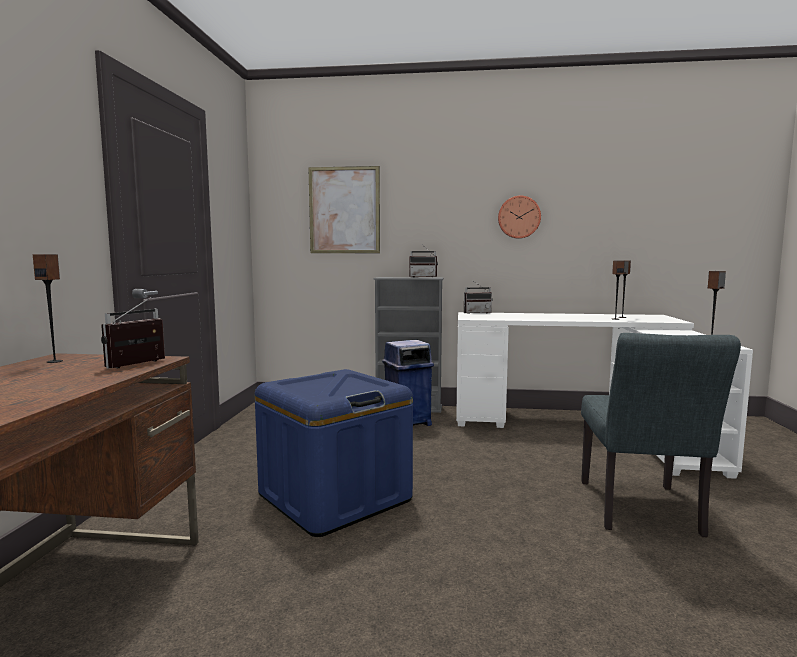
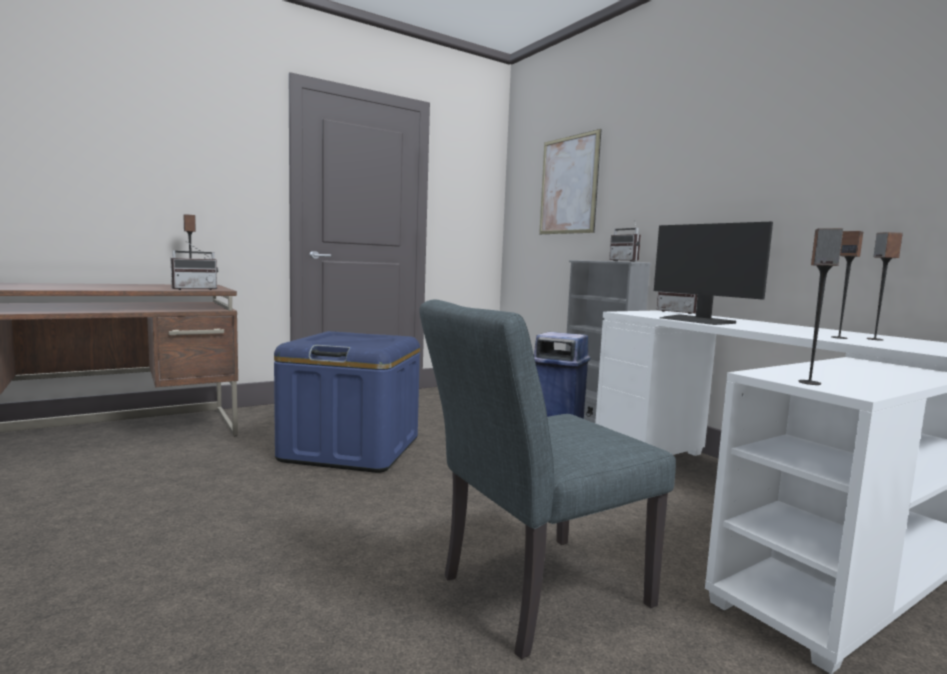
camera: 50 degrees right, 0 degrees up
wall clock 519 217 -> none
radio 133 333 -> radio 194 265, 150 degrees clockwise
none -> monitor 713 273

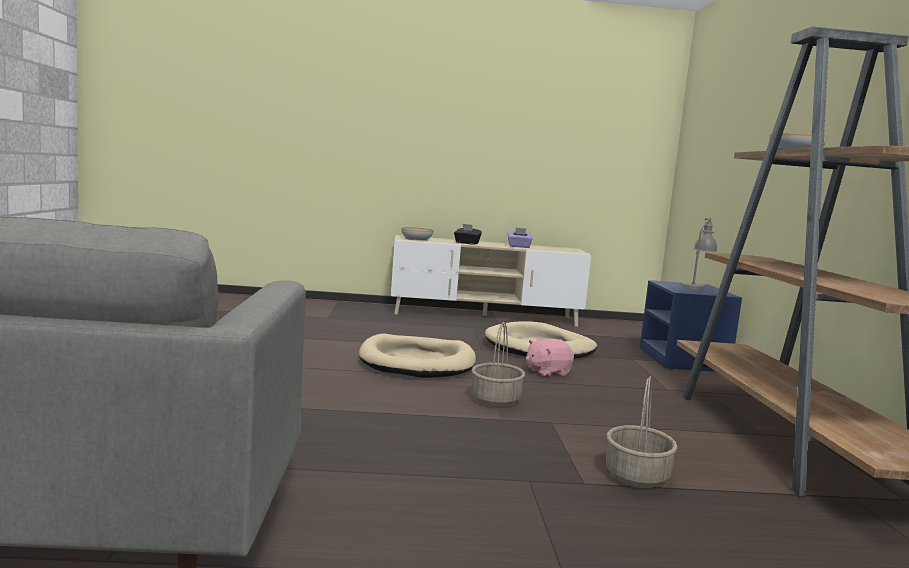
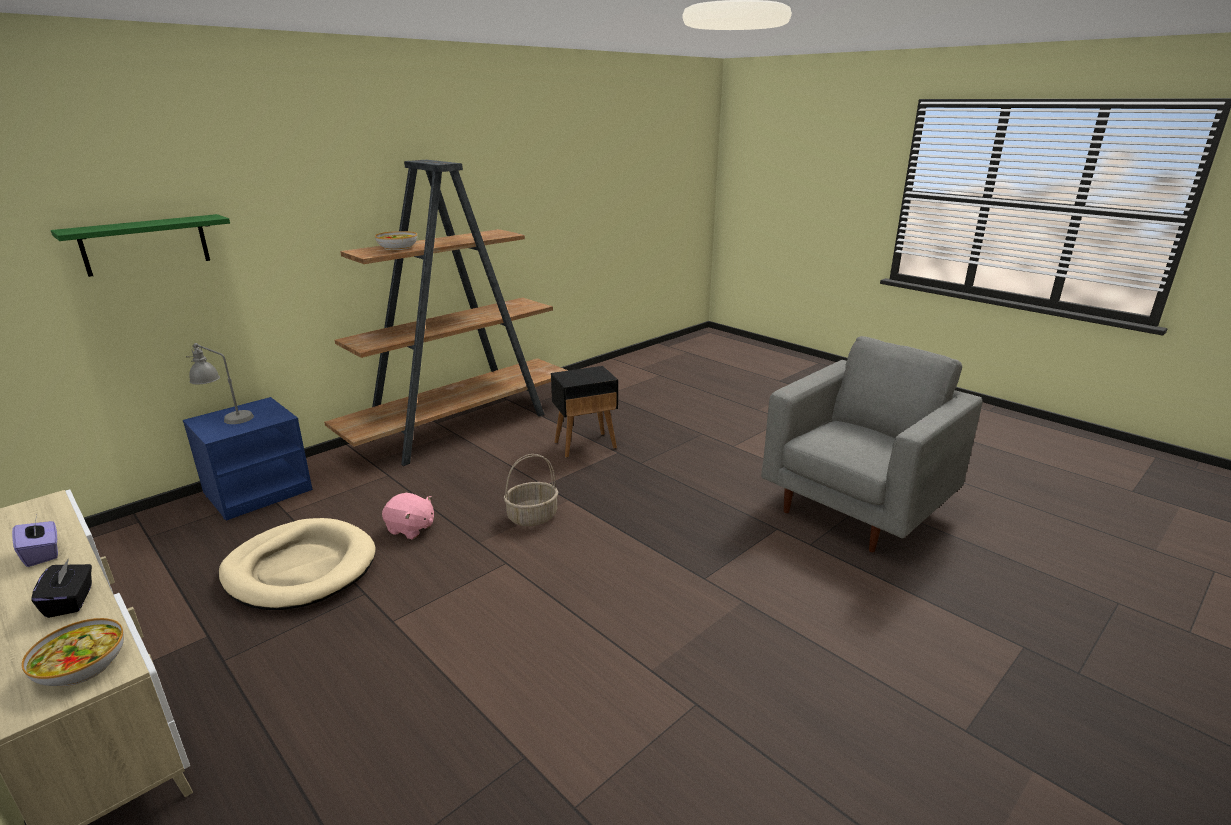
camera: 130 degrees left, 15 degrees up
beige dog bed 417 356 -> none
basket 642 432 -> black side table 584 412
none -> green shelf 140 245

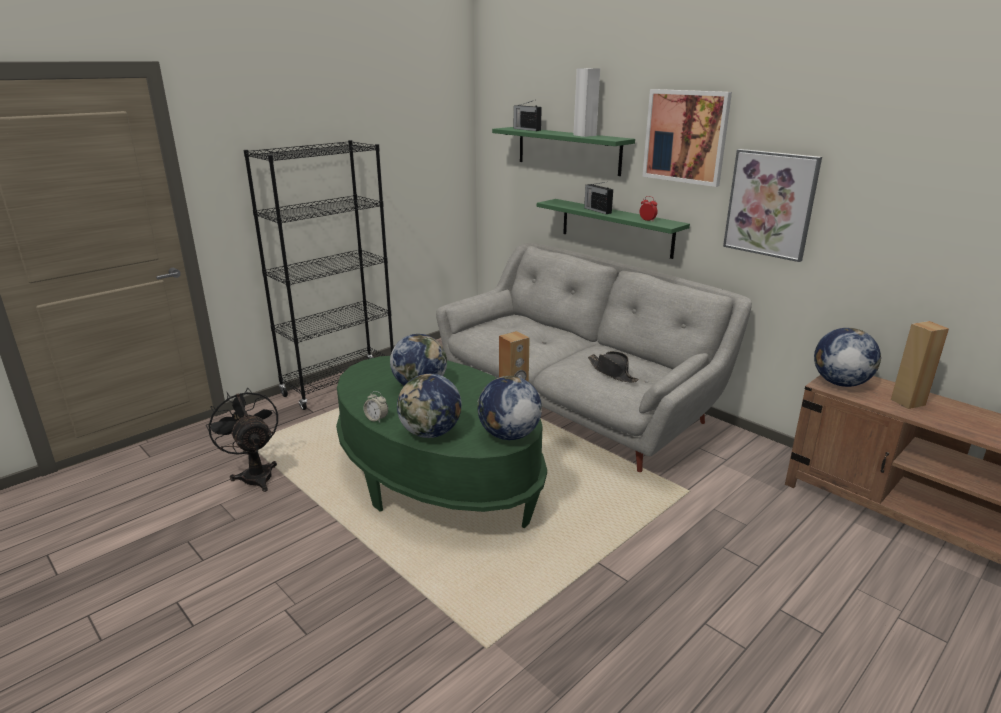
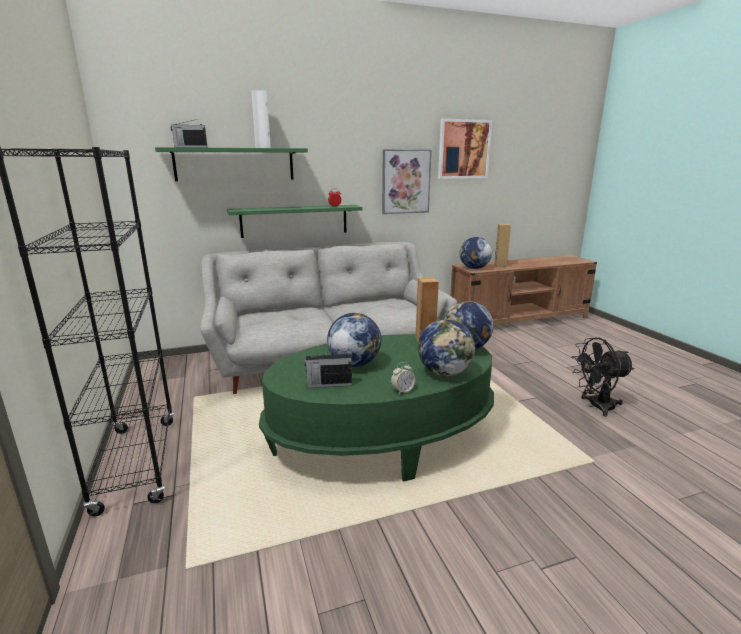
camera: 65 degrees left, 5 degrees down
picture 687 138 -> picture 465 149, moved
radio 598 198 -> radio 328 368, moved
black hat 613 367 -> none
black fan 242 440 -> black fan 603 377, moved

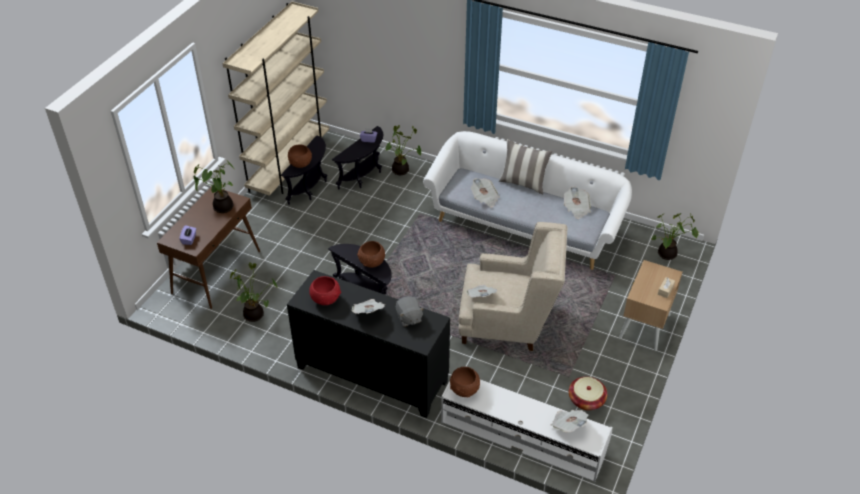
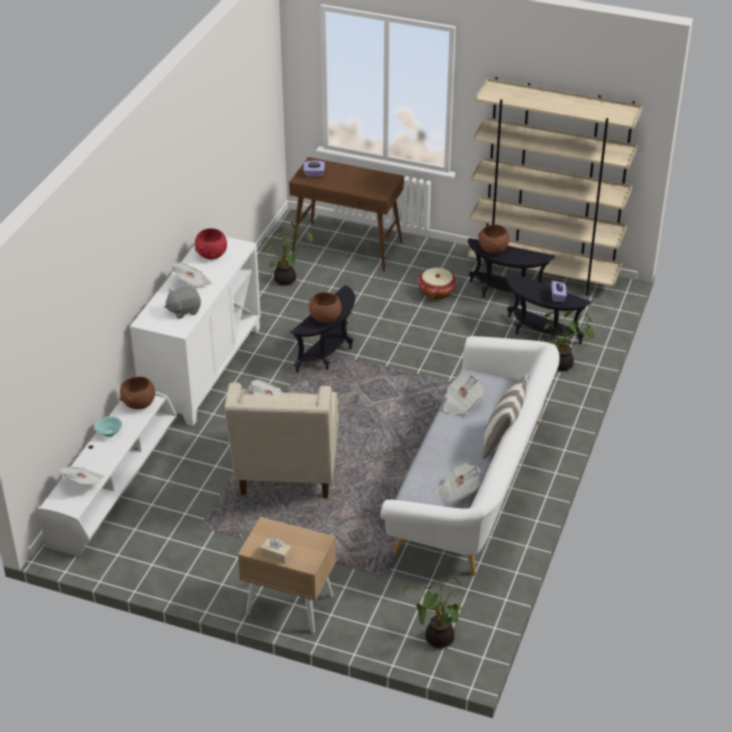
camera: 85 degrees right, 5 degrees down
potted plant 215 187 -> none
black cabinet 368 344 -> white cabinet 195 331
basket 588 394 -> basket 437 283, moved
none -> turquoise bowl 108 426

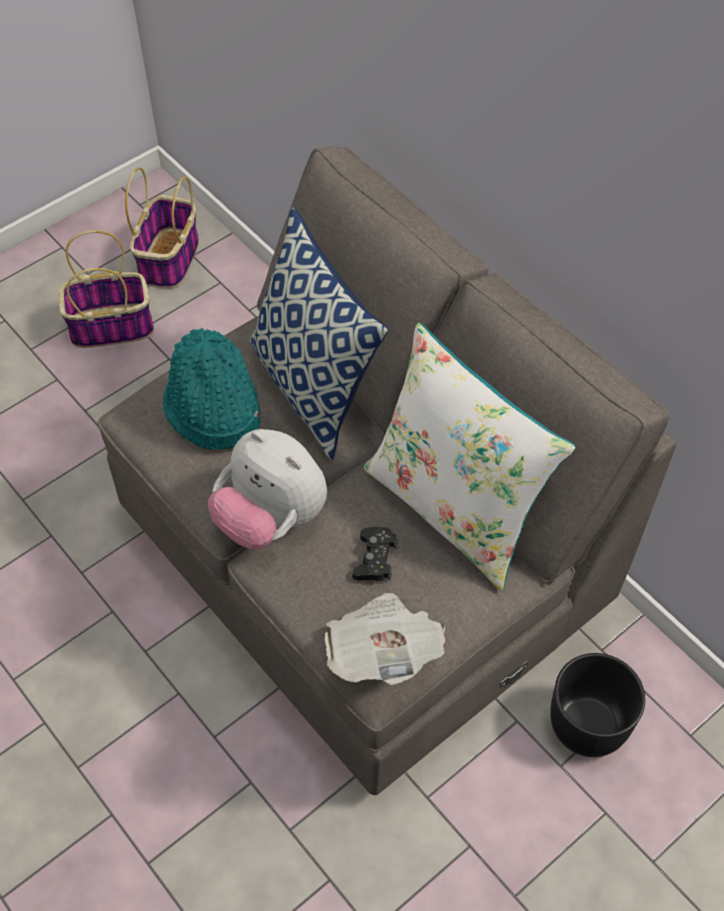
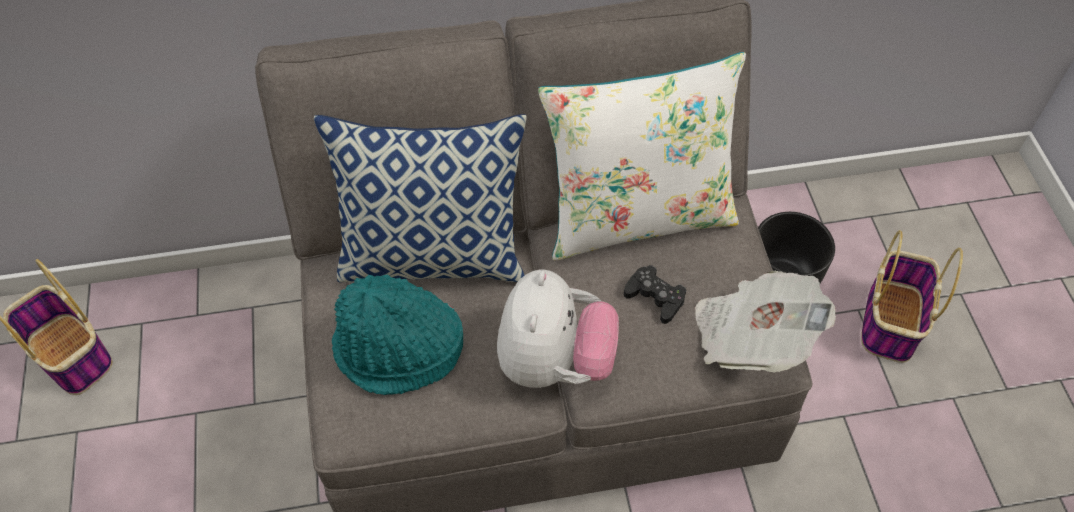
camera: 60 degrees left, 0 degrees up
basket 106 289 -> basket 912 296, moved
plush toy 267 489 -> plush toy 558 329, 60 degrees counterclockwise

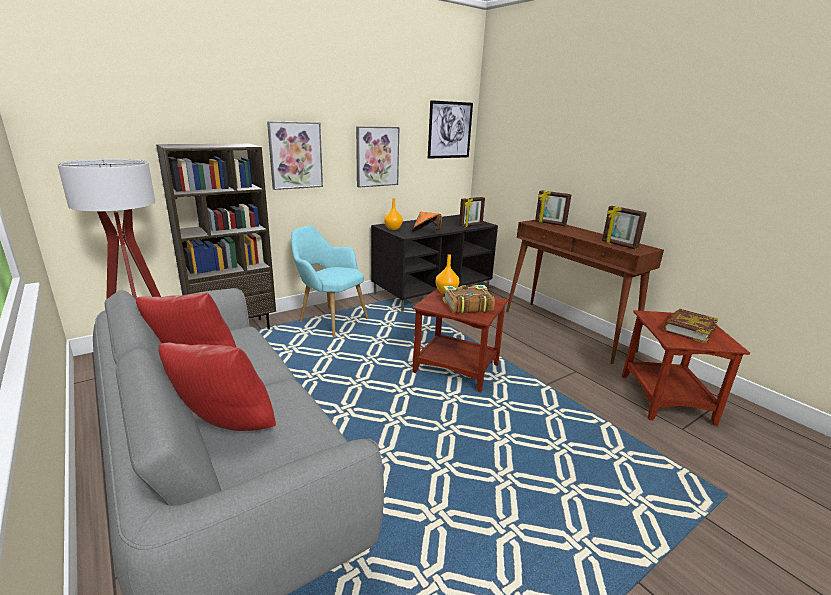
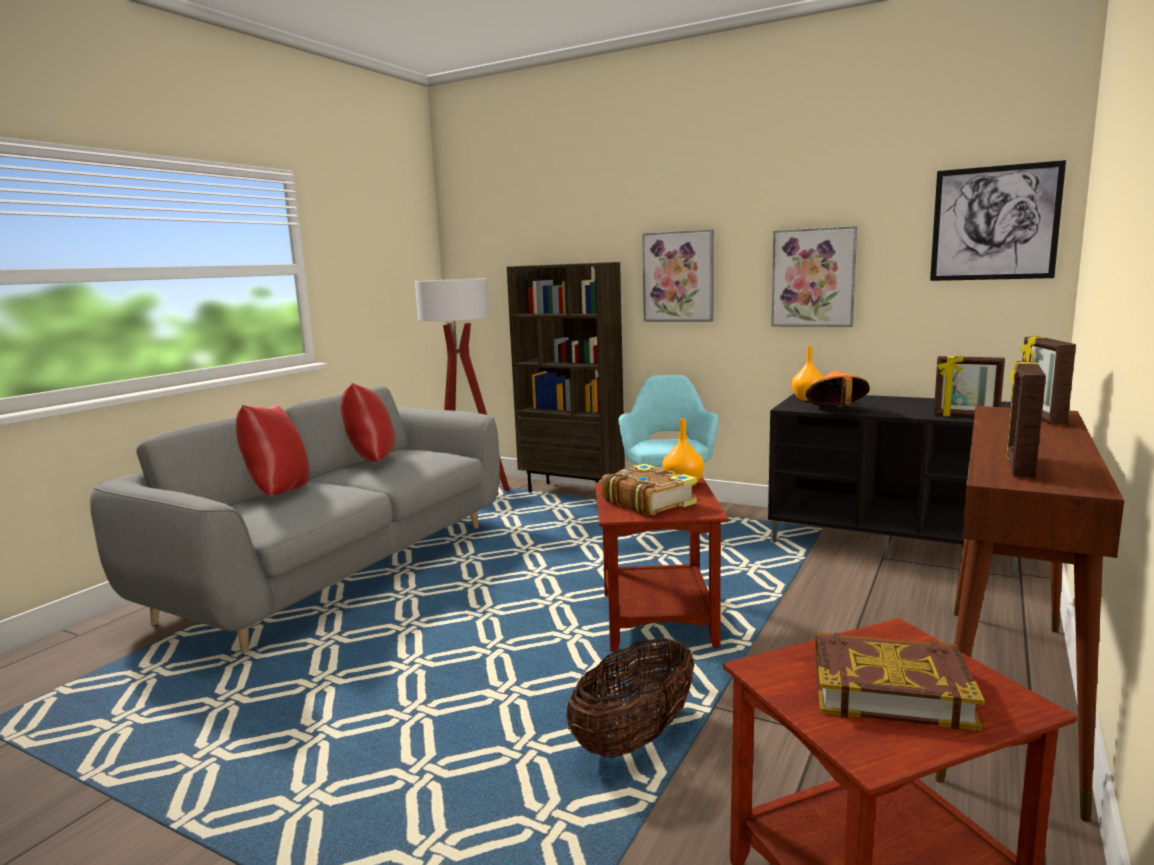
camera: 65 degrees right, 10 degrees down
none -> basket 630 698

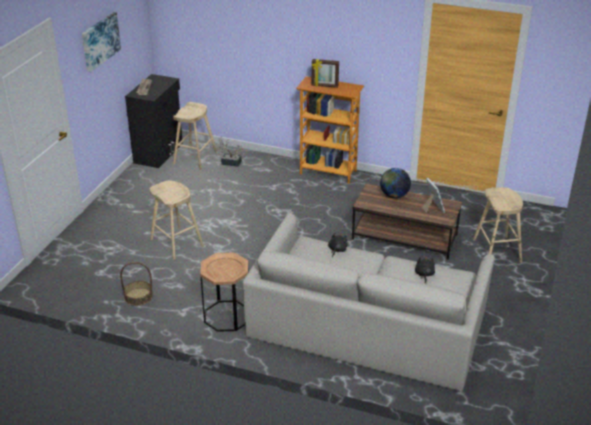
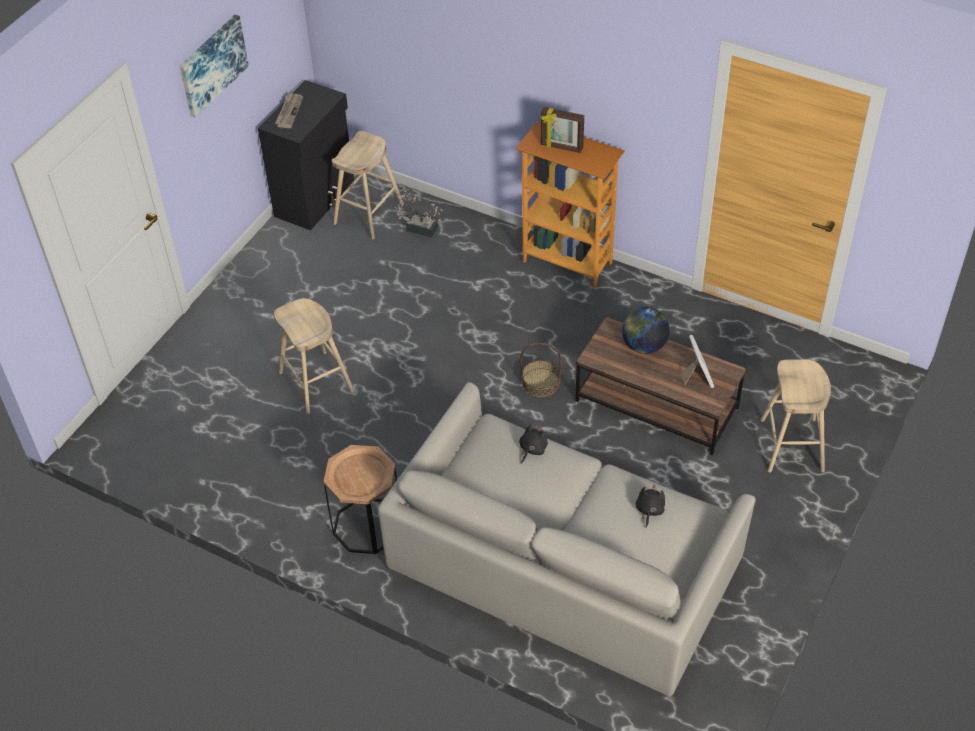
camera: 10 degrees right, 15 degrees up
basket 136 284 -> basket 541 370, moved

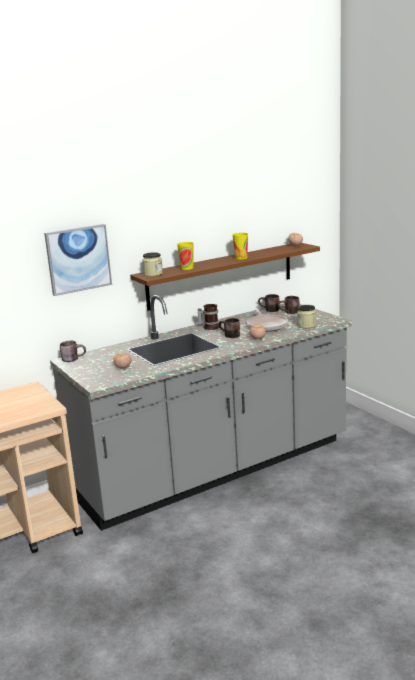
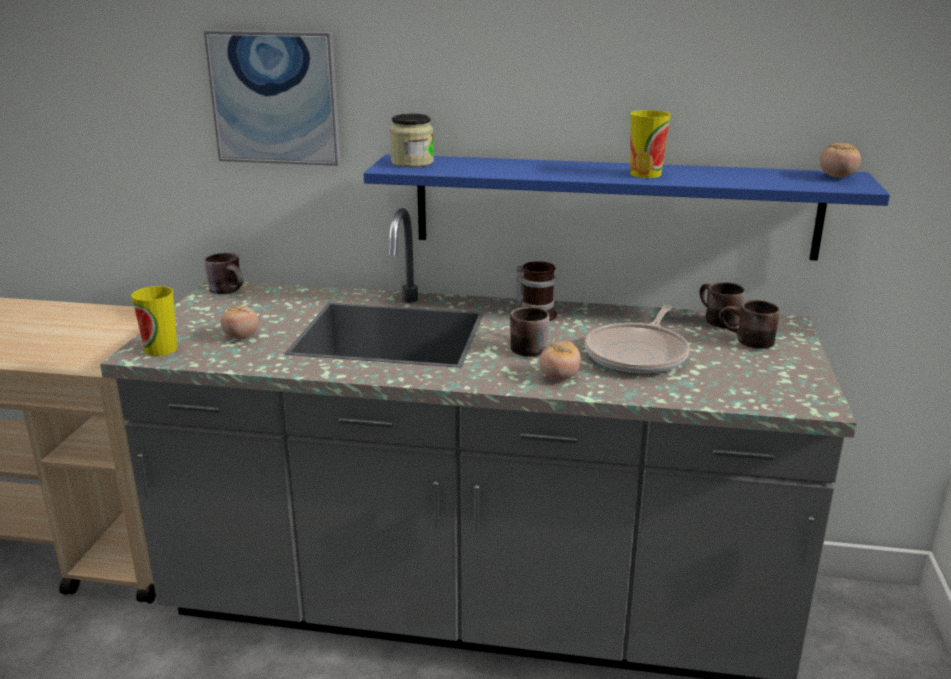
camera: 40 degrees right, 5 degrees up
cup 185 256 -> cup 154 321, moved
brown shelf 225 277 -> blue shelf 627 207
jar 306 316 -> none

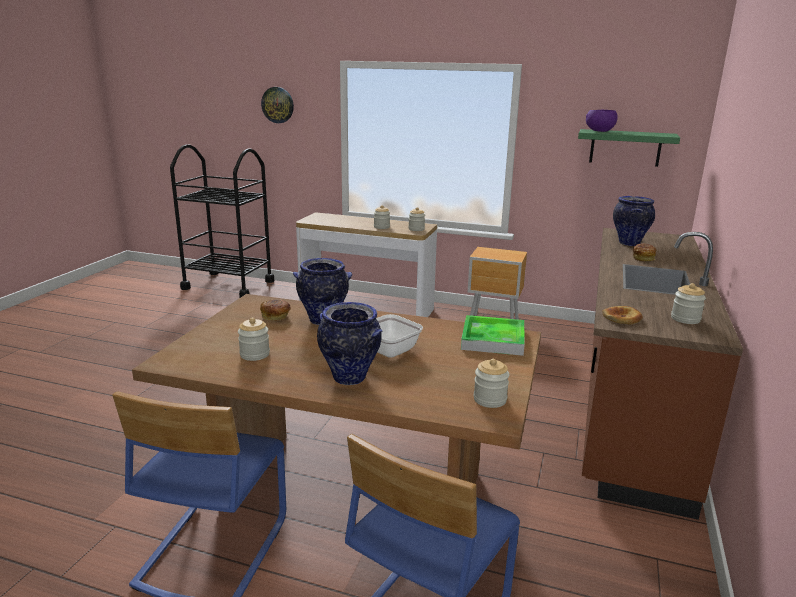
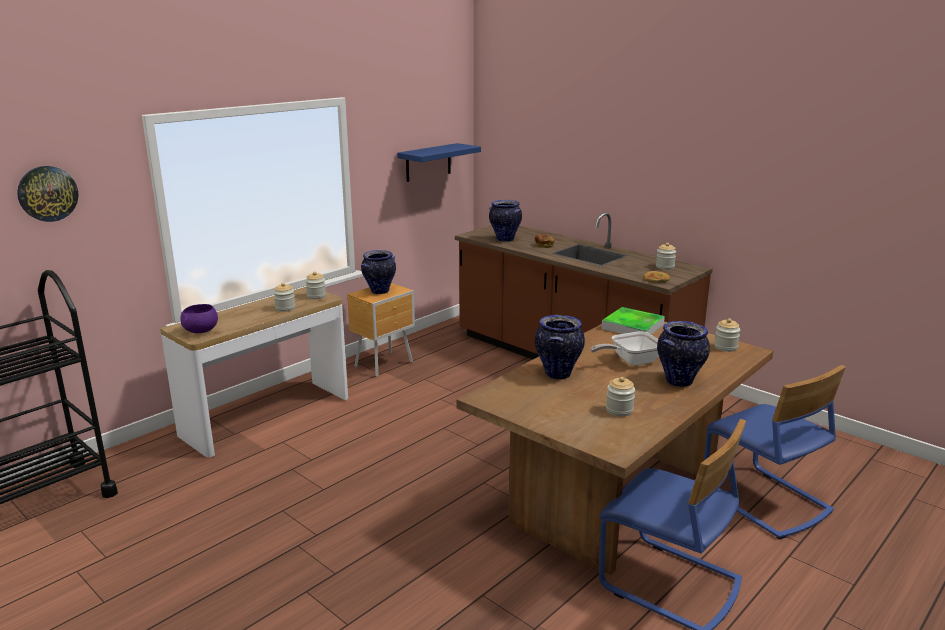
camera: 65 degrees left, 0 degrees up
purple bowl 601 121 -> purple bowl 199 318, moved
green shelf 629 148 -> blue shelf 439 162
bread 275 310 -> none
none -> vase 378 272

